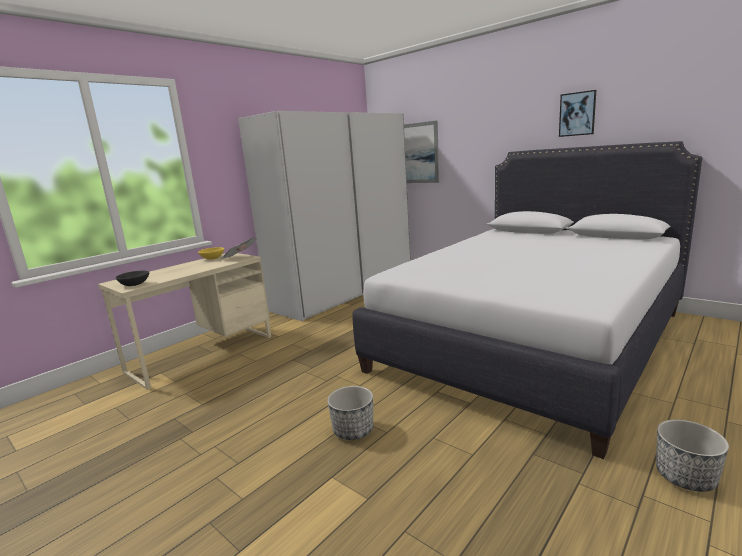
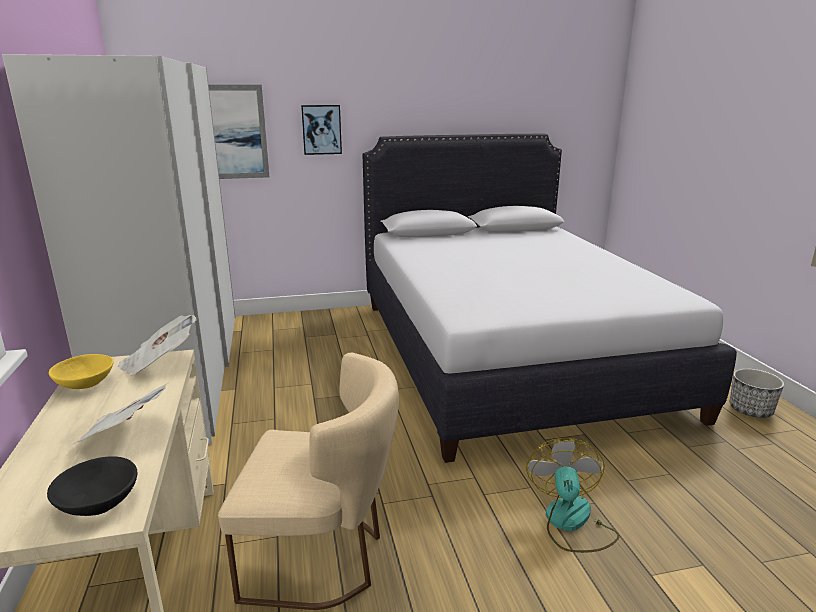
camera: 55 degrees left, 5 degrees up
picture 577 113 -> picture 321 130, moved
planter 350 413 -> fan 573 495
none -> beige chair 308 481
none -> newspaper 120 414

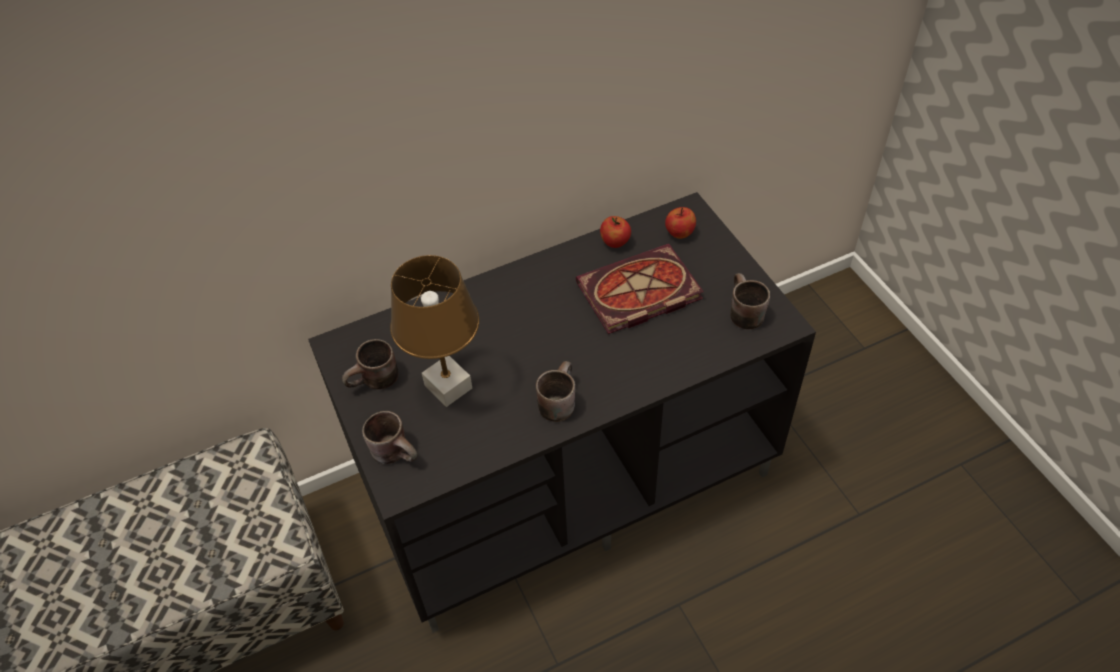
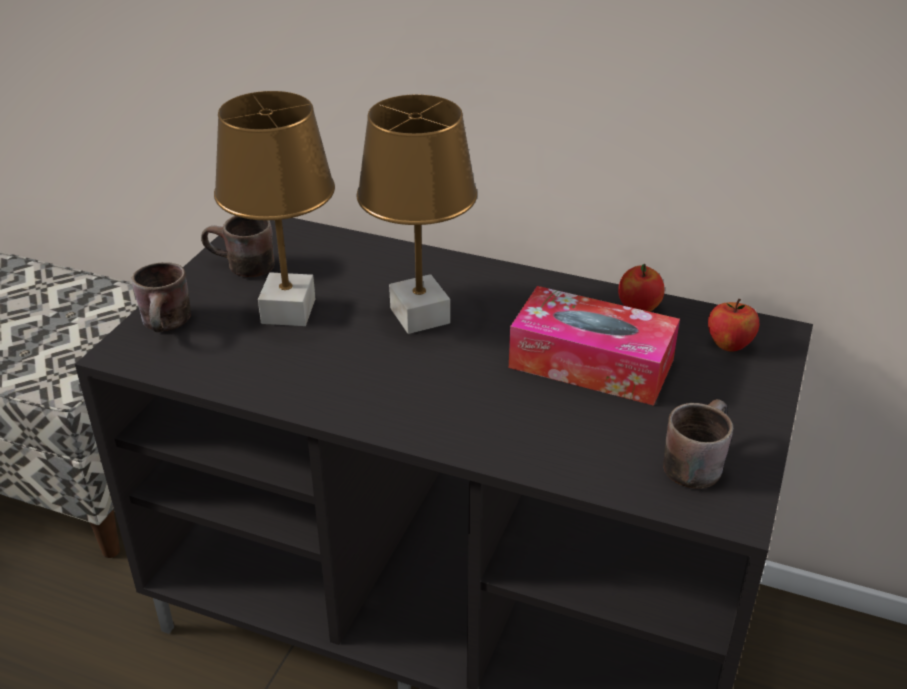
camera: 45 degrees right, 15 degrees down
book 640 289 -> tissue box 594 346
brown mug 555 391 -> none
none -> brown table lamp 417 214

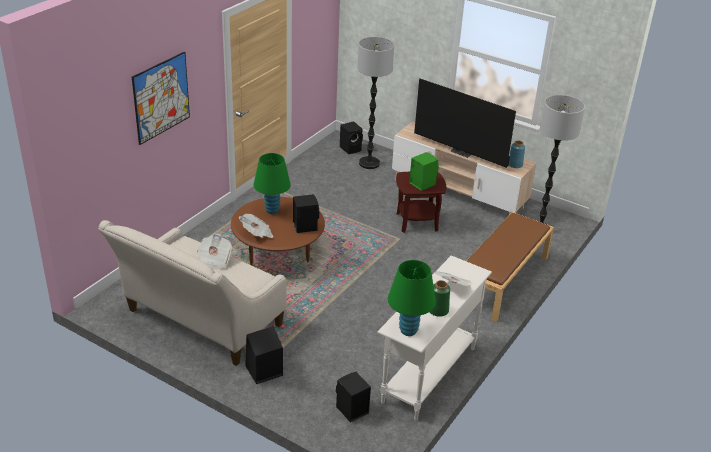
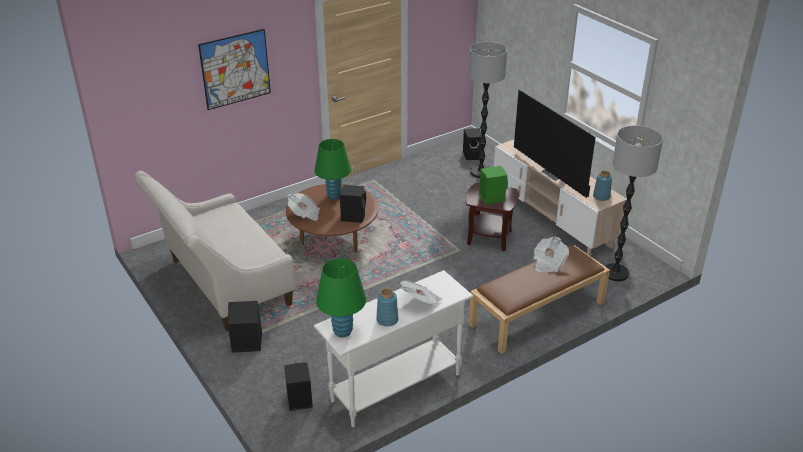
camera: 25 degrees right, 0 degrees up
newspaper 214 252 -> newspaper 551 254, moved
green vase 440 298 -> blue vase 387 307

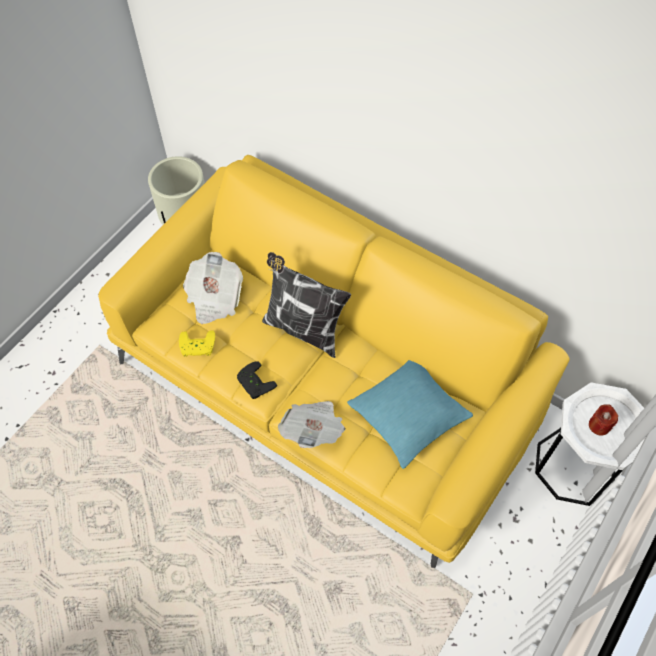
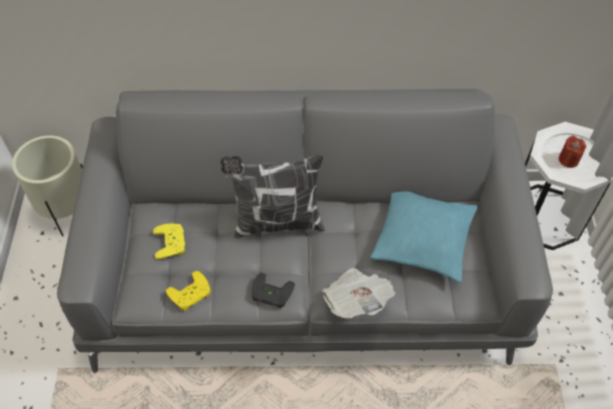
camera: 35 degrees left, 5 degrees down
yellow sofa 334 361 -> grey sofa 305 231
newspaper 213 288 -> yellow game controller 169 241

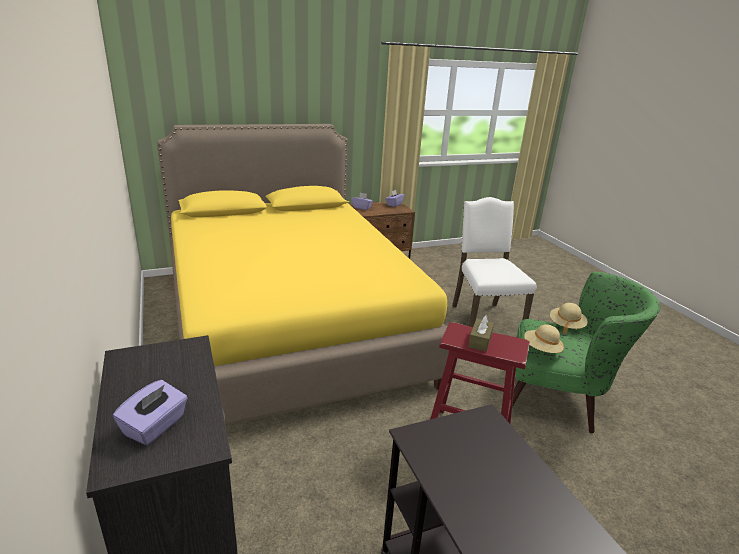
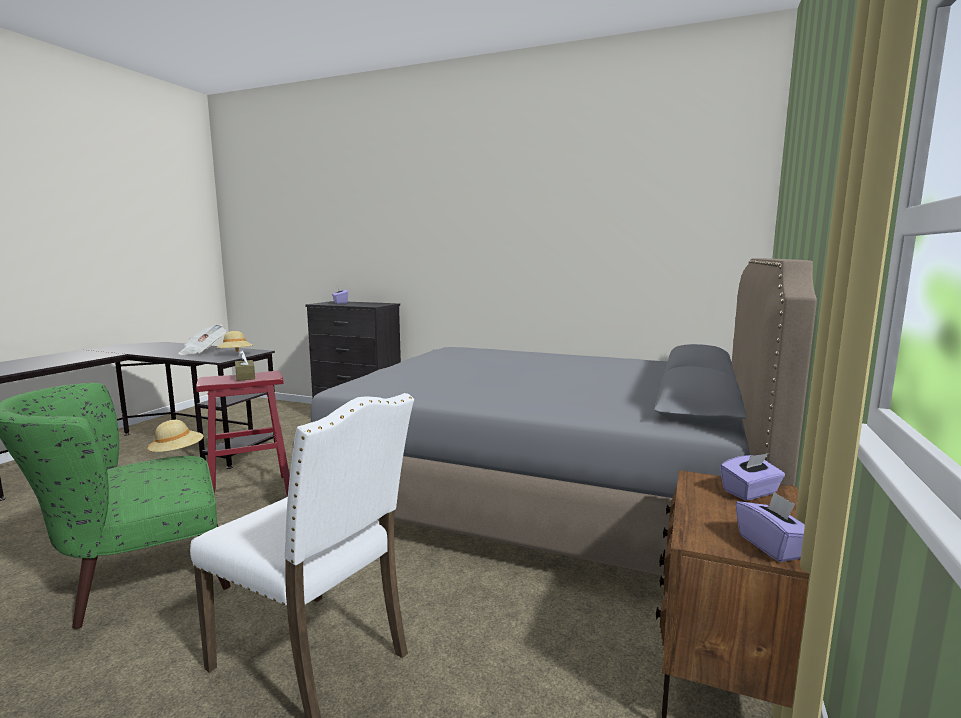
camera: 135 degrees right, 15 degrees down
yellow bed 303 274 -> grey bed 555 417
beige hat 569 318 -> beige hat 235 341, moved
none -> newspaper 202 339

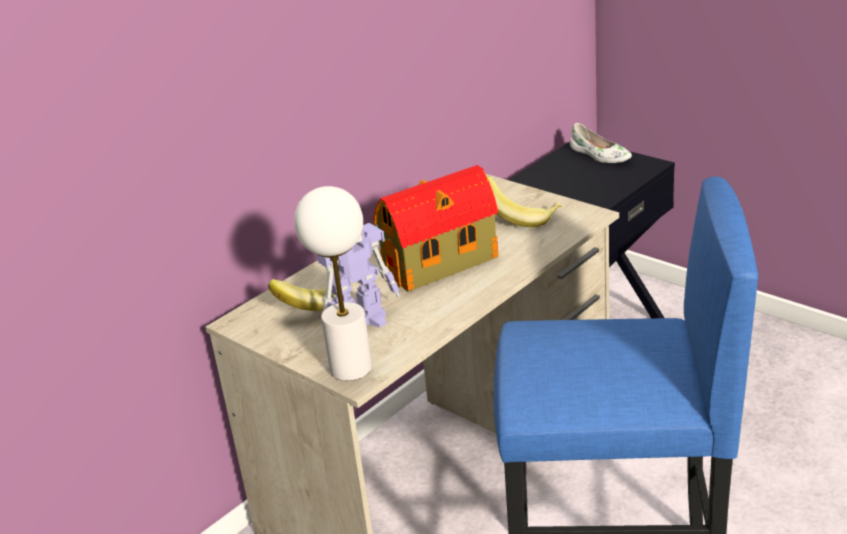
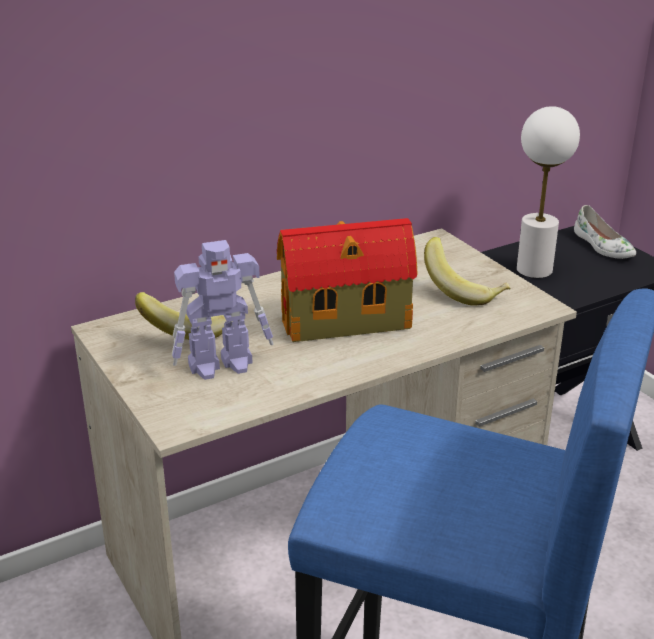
camera: 15 degrees right, 0 degrees up
white table lamp 333 283 -> white table lamp 548 192, moved

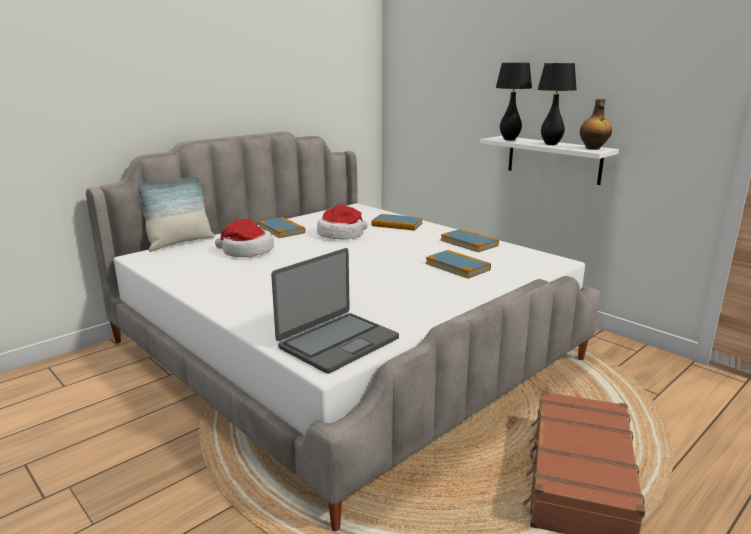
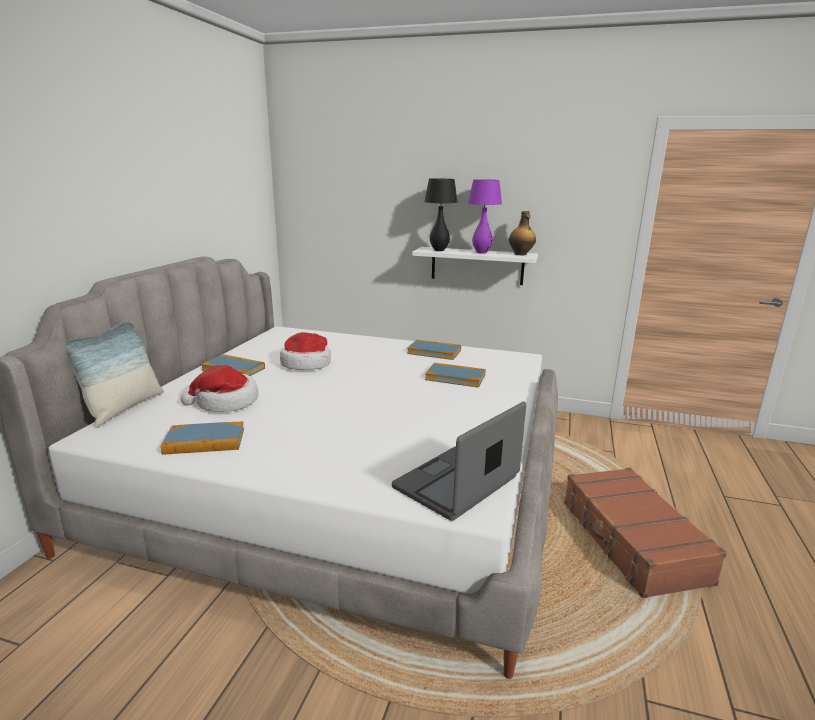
camera: 30 degrees left, 0 degrees up
black table lamp 557 104 -> purple table lamp 485 216
book 397 222 -> book 202 438, moved
laptop 335 311 -> laptop 459 461, 150 degrees counterclockwise

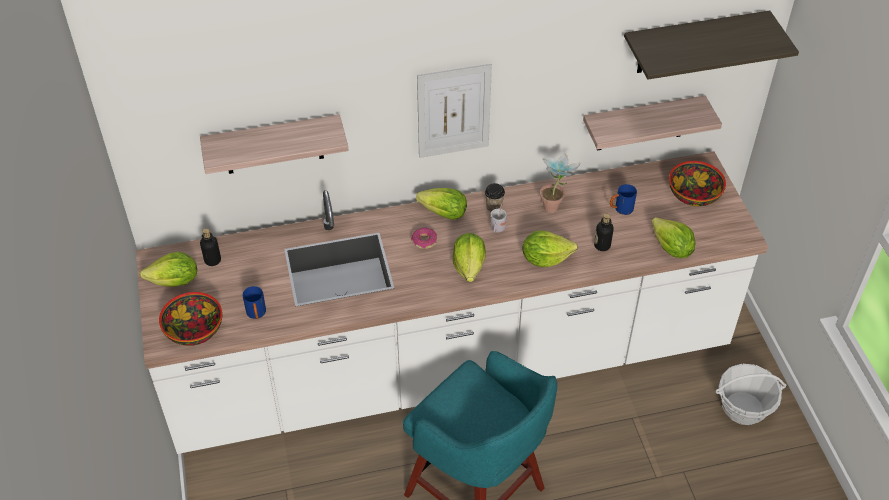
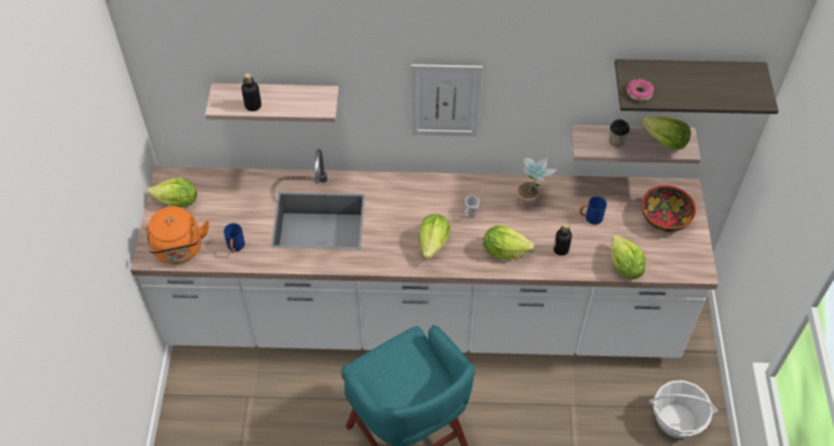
camera: 15 degrees right, 5 degrees up
cup 495 197 -> cup 619 133, moved
lettuce 441 204 -> lettuce 666 133, moved
donut 424 238 -> donut 640 90, moved
bottle 210 247 -> bottle 251 92, moved
bowl 190 319 -> orange kettle 177 235

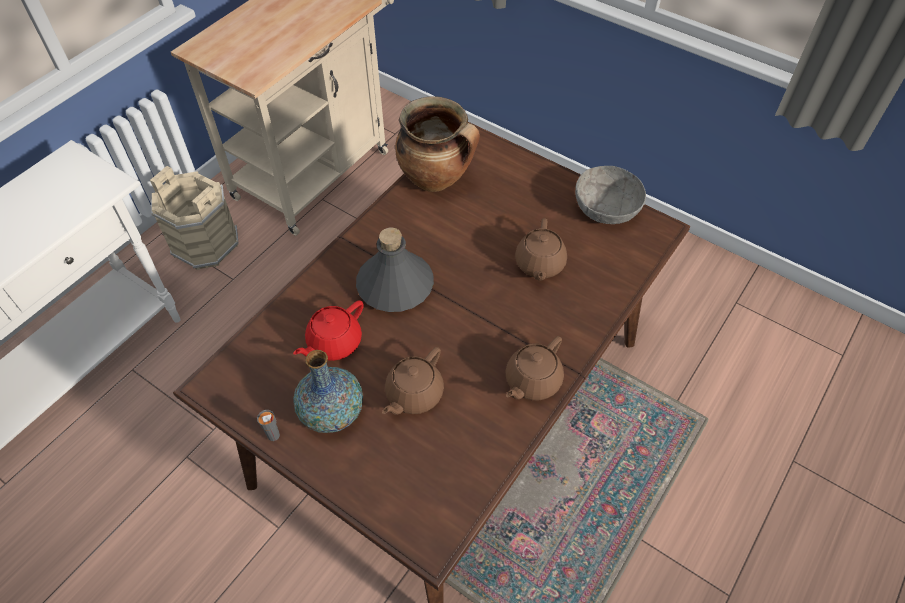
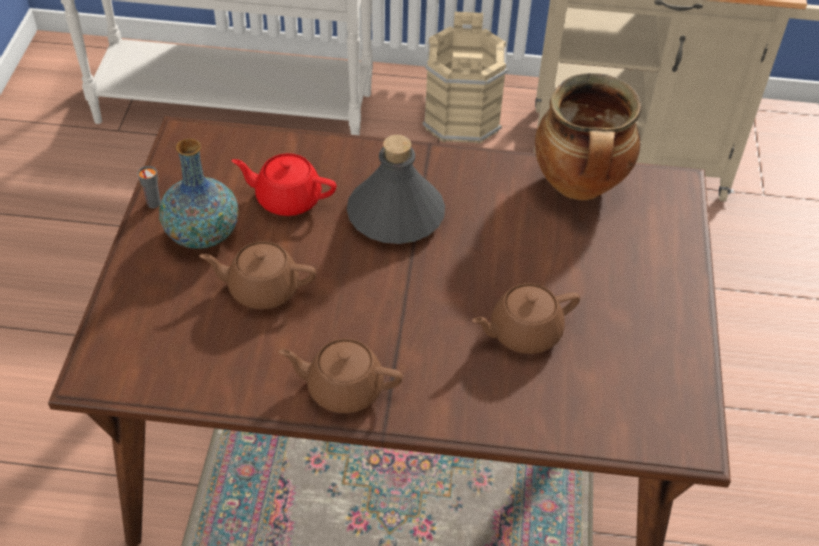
camera: 60 degrees right, 5 degrees down
grey bowl 610 195 -> none

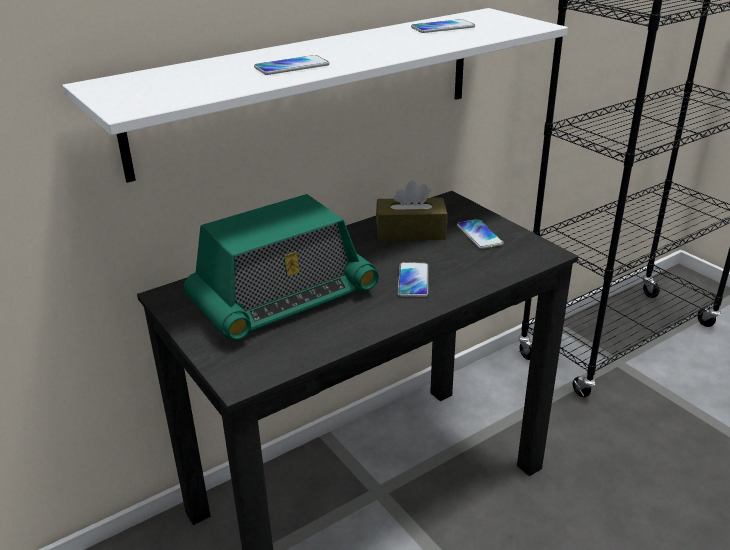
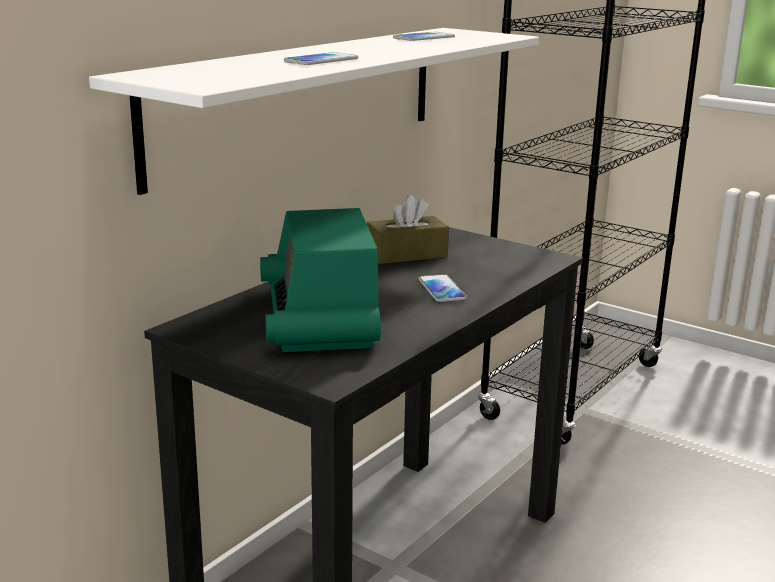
camera: 20 degrees left, 10 degrees down
radio 281 267 -> radio 320 280, 135 degrees clockwise
phone 480 234 -> none

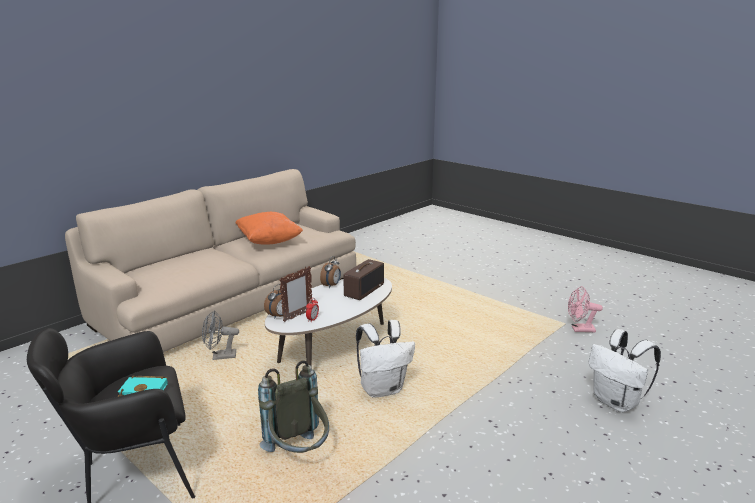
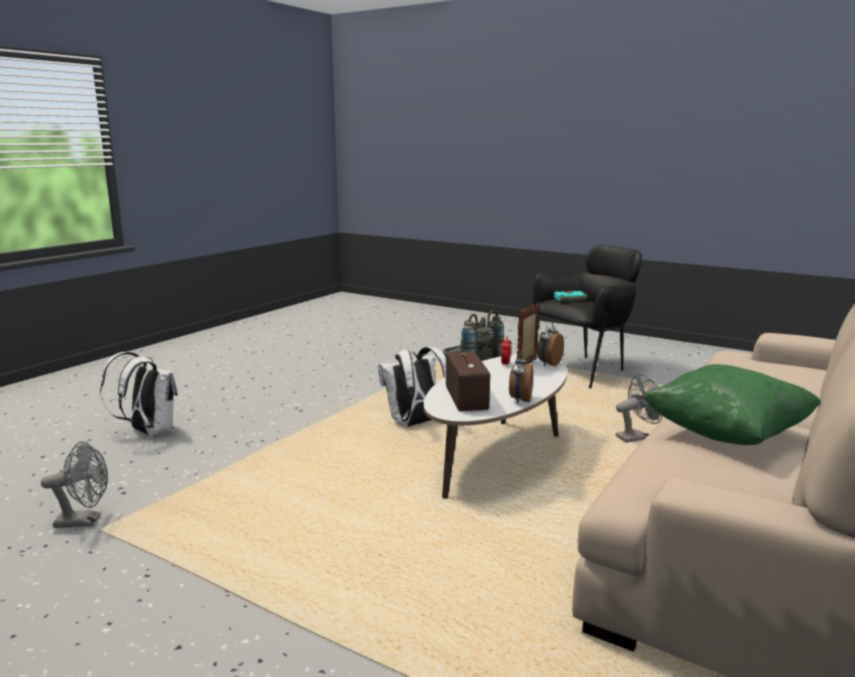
camera: 170 degrees right, 5 degrees down
orange pillow 269 228 -> green pillow 732 404
radio 363 279 -> radio 468 381, 150 degrees clockwise
pink fan 585 309 -> grey fan 74 484

